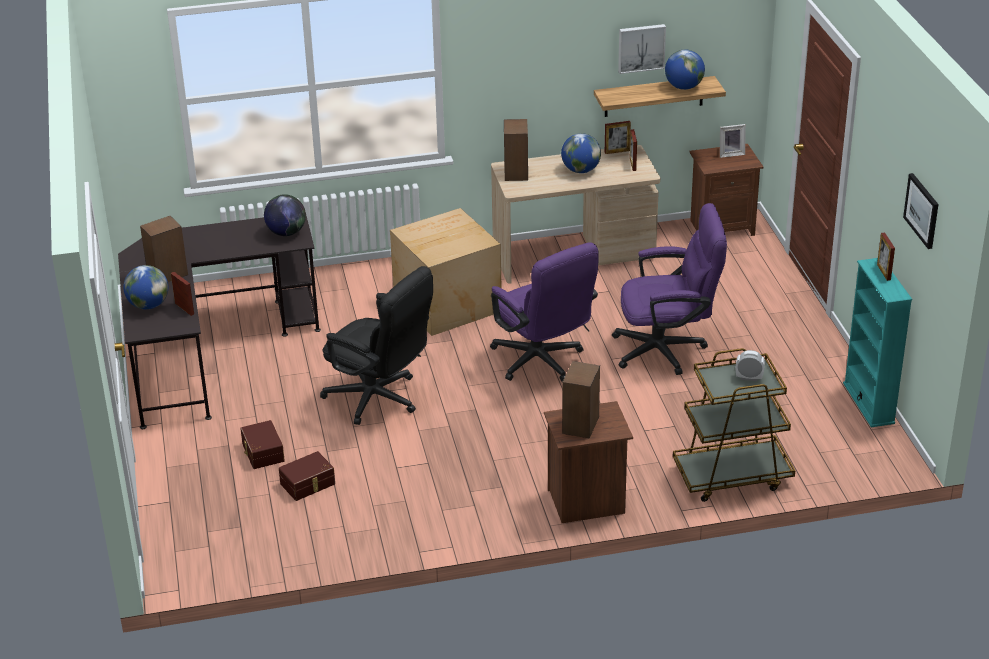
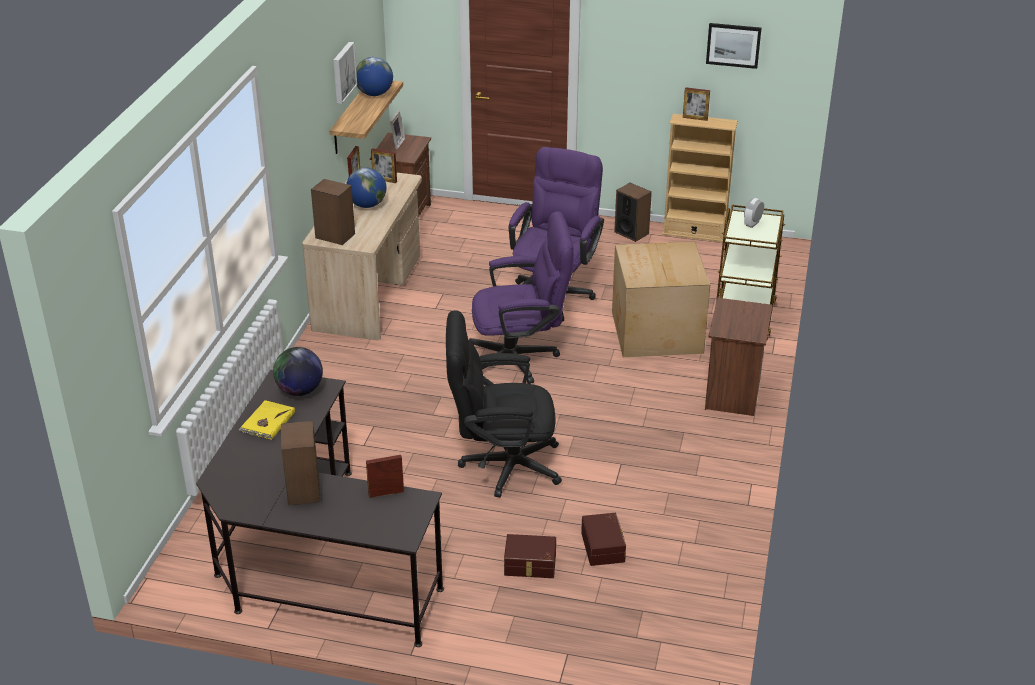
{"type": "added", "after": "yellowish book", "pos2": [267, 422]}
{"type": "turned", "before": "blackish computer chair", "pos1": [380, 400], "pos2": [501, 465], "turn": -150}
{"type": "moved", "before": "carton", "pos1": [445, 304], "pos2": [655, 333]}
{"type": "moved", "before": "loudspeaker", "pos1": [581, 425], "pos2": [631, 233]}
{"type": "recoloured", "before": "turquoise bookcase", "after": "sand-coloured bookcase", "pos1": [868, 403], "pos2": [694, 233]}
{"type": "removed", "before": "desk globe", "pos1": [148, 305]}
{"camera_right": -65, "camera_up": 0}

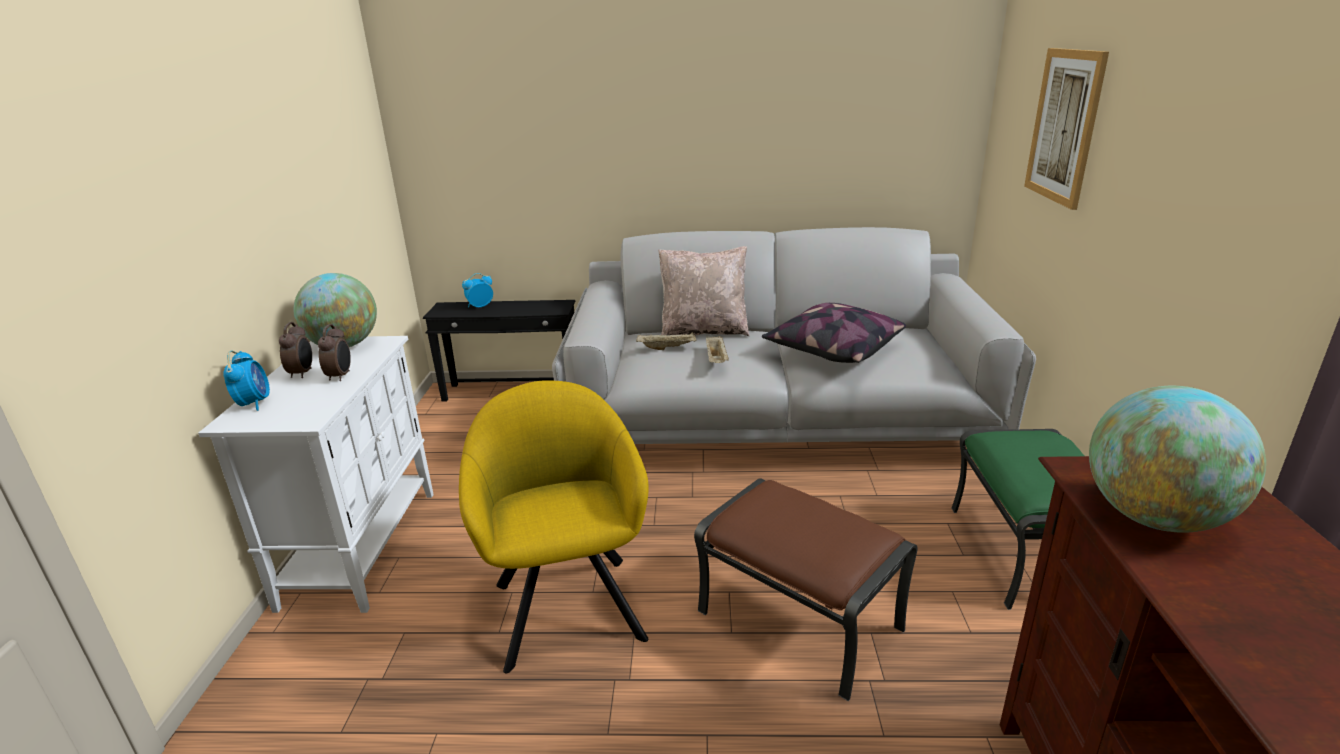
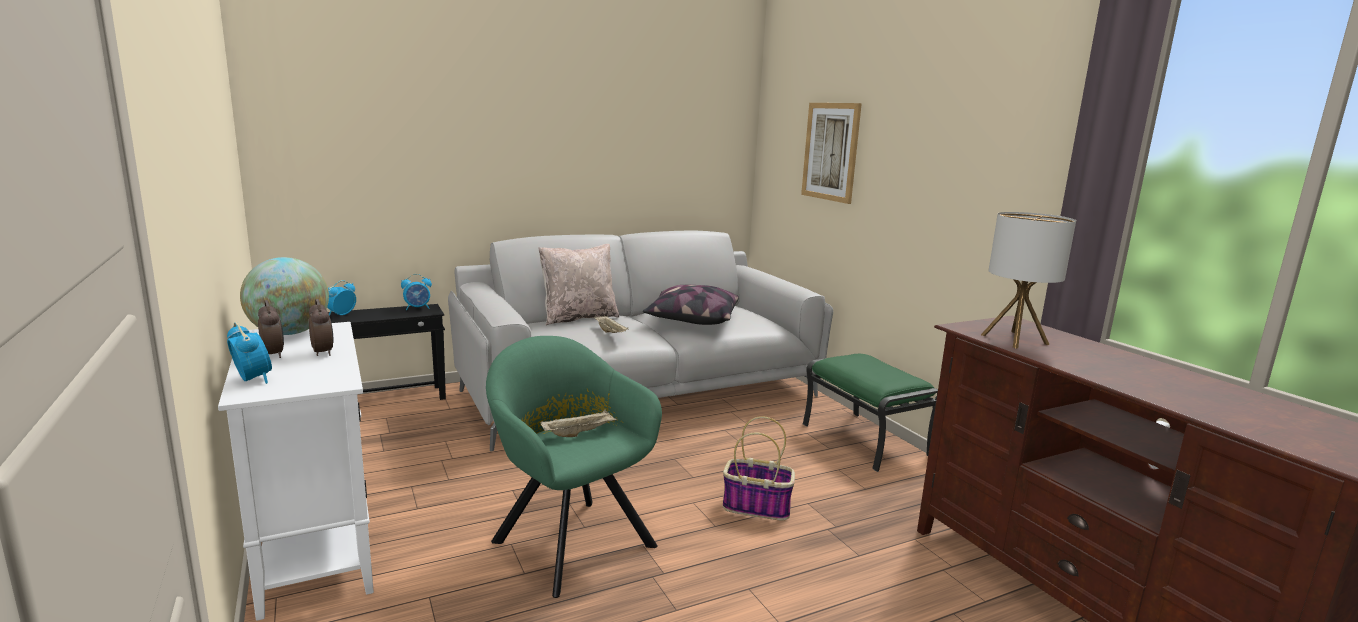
{"type": "added", "after": "alarm clock", "pos2": [417, 308]}
{"type": "recoloured", "before": "yellowish armchair", "after": "green armchair", "pos1": [567, 603], "pos2": [569, 539]}
{"type": "moved", "before": "sand-coloured serving tray", "pos1": [667, 348], "pos2": [579, 433]}
{"type": "replaced", "before": "brown pouffe", "after": "basket", "pos1": [801, 620], "pos2": [757, 507]}
{"type": "replaced", "before": "desk globe", "after": "table lamp", "pos1": [1154, 517], "pos2": [1014, 339]}
{"camera_right": -30, "camera_up": -10}

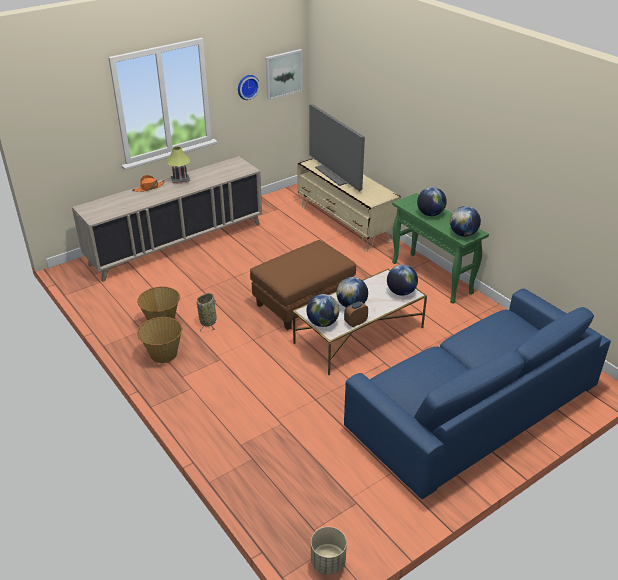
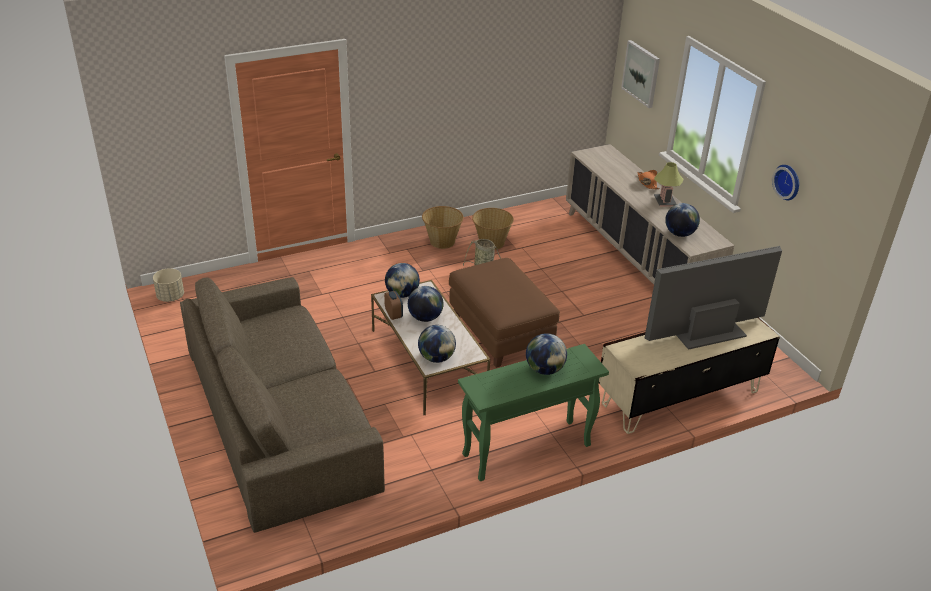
{"type": "recoloured", "before": "blue couch", "after": "brown couch", "pos1": [472, 406], "pos2": [281, 418]}
{"type": "moved", "before": "wall picture", "pos1": [283, 74], "pos2": [641, 73]}
{"type": "moved", "before": "desk globe", "pos1": [463, 234], "pos2": [679, 234]}
{"camera_right": 100, "camera_up": 0}

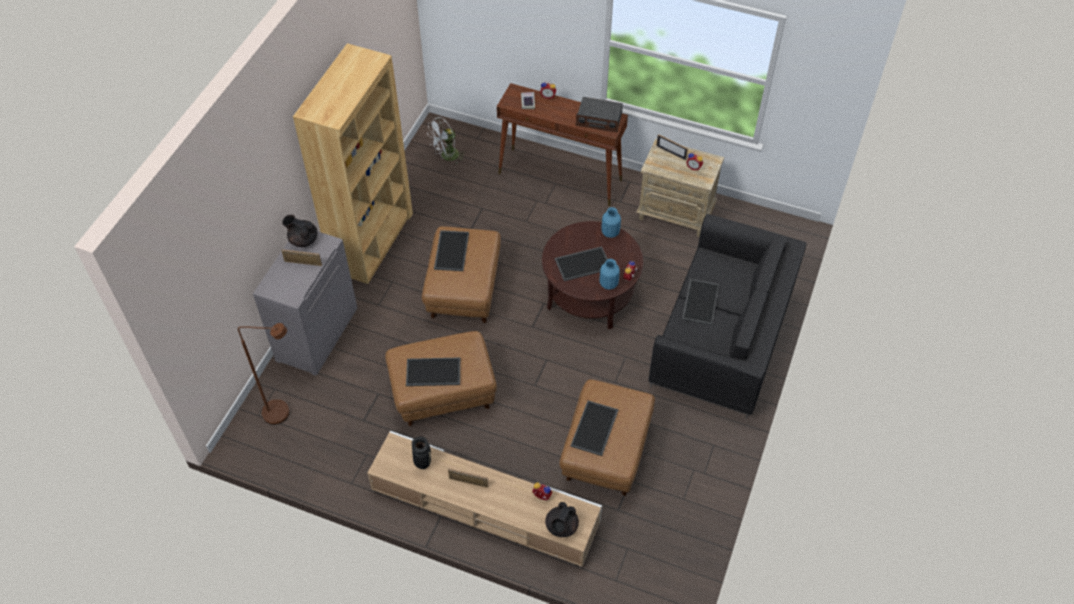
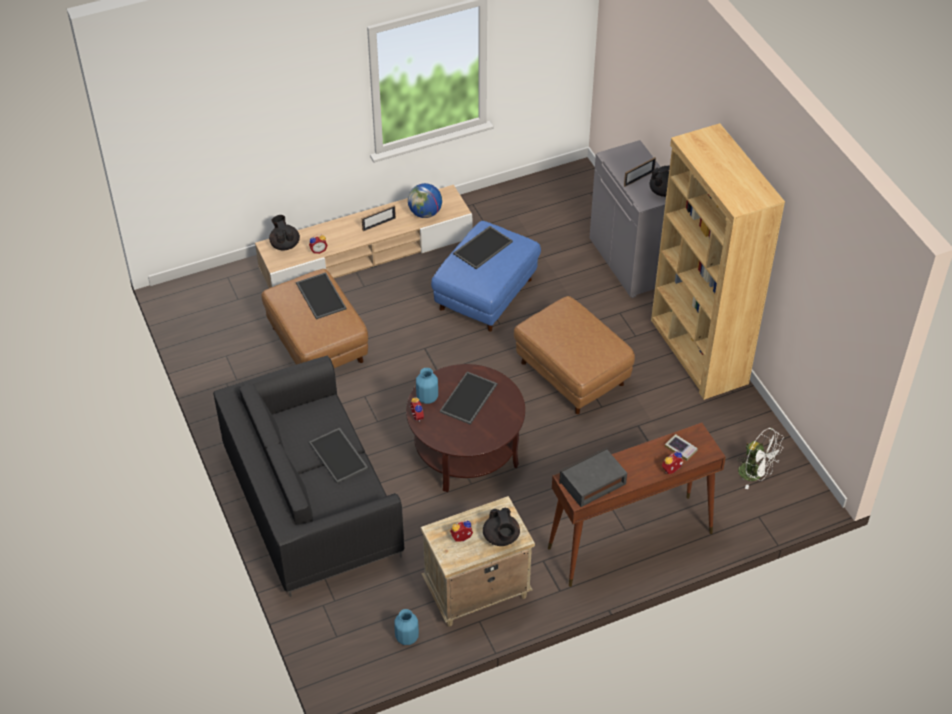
{"type": "moved", "before": "blue decorative vase", "pos1": [610, 233], "pos2": [406, 637]}
{"type": "replaced", "before": "blackish decorative vase", "after": "desk globe", "pos1": [422, 462], "pos2": [425, 213]}
{"type": "recoloured", "before": "brown pouffe", "after": "blue pouffe", "pos1": [443, 392], "pos2": [486, 294]}
{"type": "replaced", "before": "picture frame", "after": "blackish teapot", "pos1": [671, 152], "pos2": [501, 537]}
{"type": "turned", "before": "white fan", "pos1": [447, 157], "pos2": [755, 474], "turn": 120}
{"type": "removed", "before": "brown floor lamp", "pos1": [283, 413]}
{"type": "removed", "before": "serving tray", "pos1": [451, 250]}
{"camera_right": 135, "camera_up": -5}

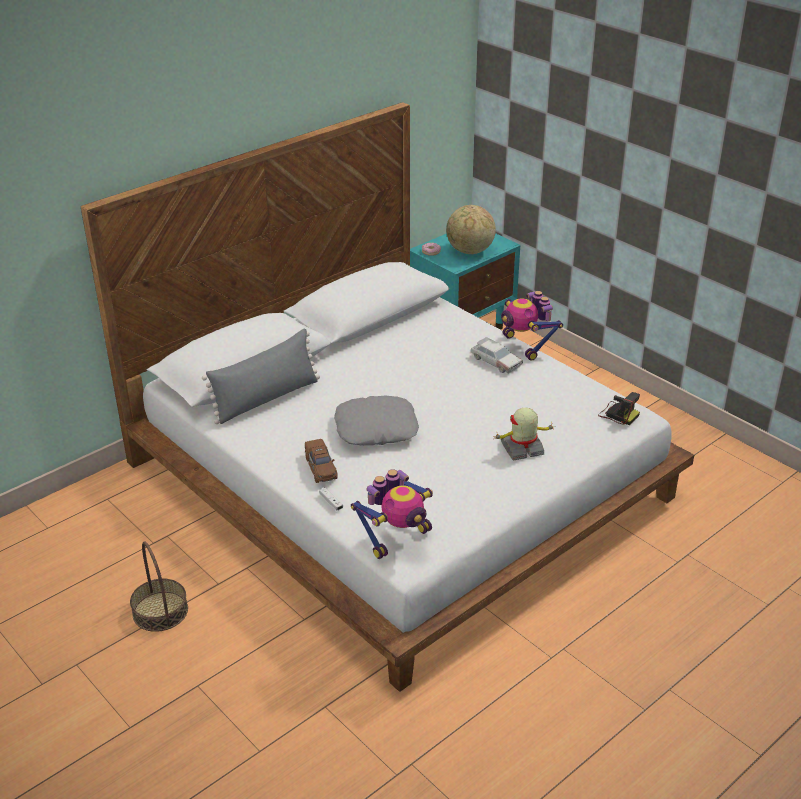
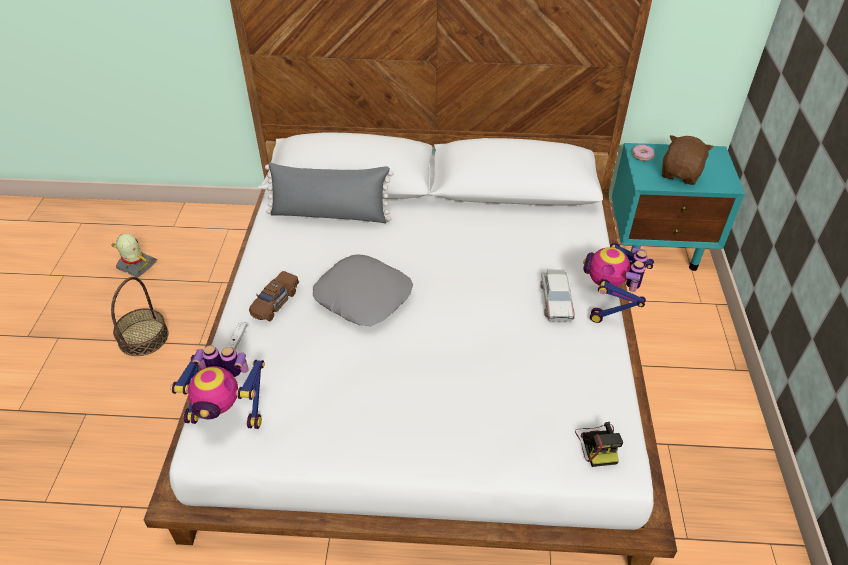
{"type": "moved", "before": "robot figure", "pos1": [522, 449], "pos2": [136, 266]}
{"type": "replaced", "before": "desk globe", "after": "brown cuddly toy", "pos1": [469, 251], "pos2": [681, 174]}
{"camera_right": 45, "camera_up": 10}

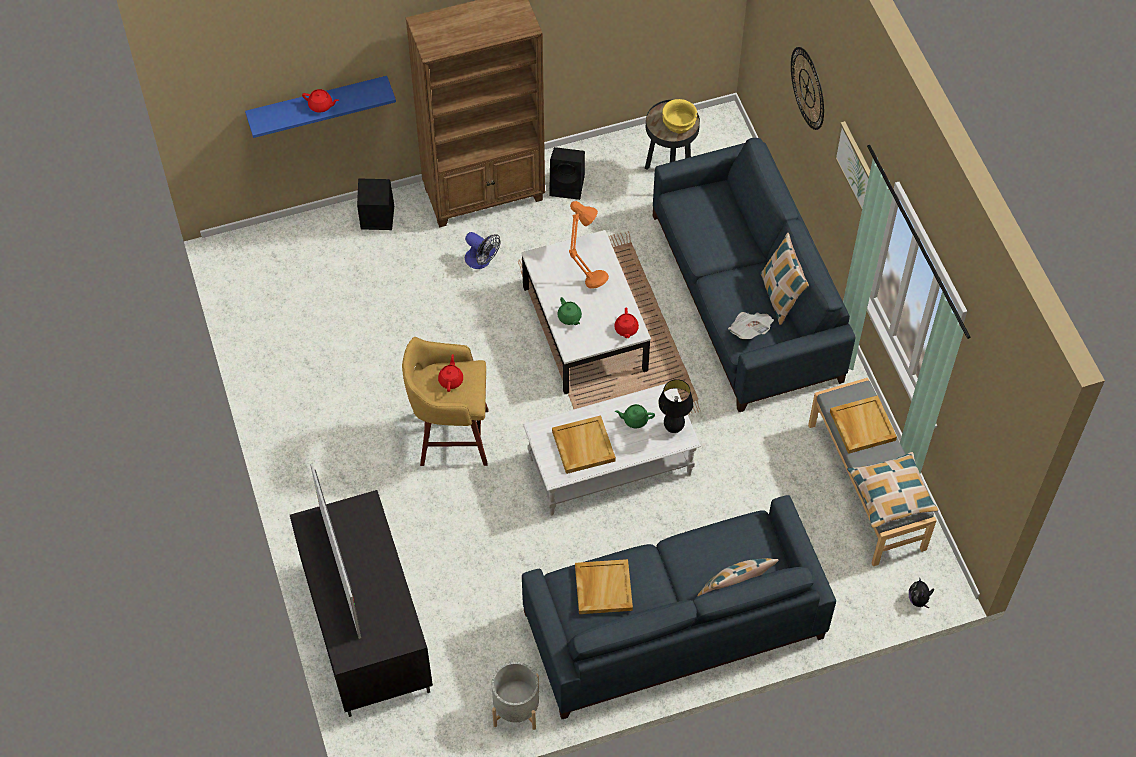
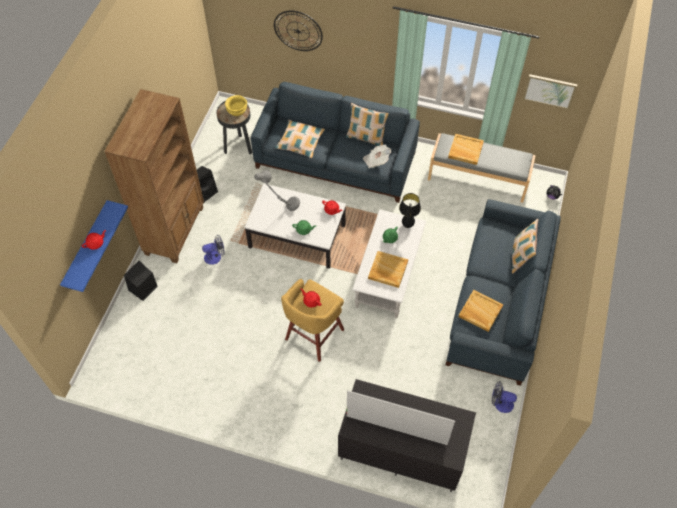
{"type": "recoloured", "before": "orange table lamp", "after": "greyish table lamp", "pos1": [586, 266], "pos2": [279, 204]}
{"type": "moved", "before": "pillow", "pos1": [891, 494], "pos2": [300, 142]}
{"type": "replaced", "before": "greyish planter", "after": "fan", "pos1": [516, 708], "pos2": [500, 403]}
{"type": "moved", "before": "wall picture", "pos1": [856, 167], "pos2": [549, 91]}
{"camera_right": -55, "camera_up": 0}

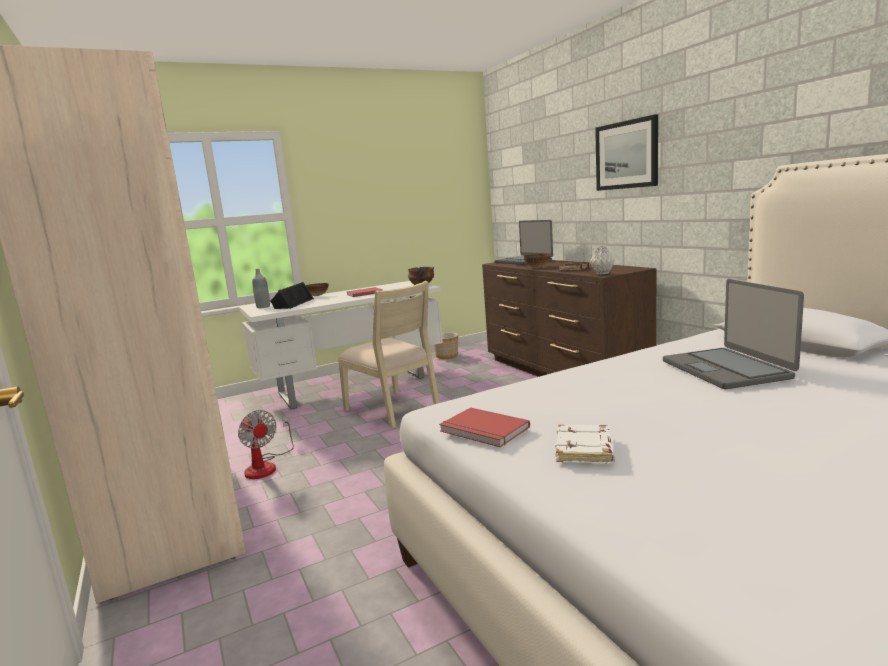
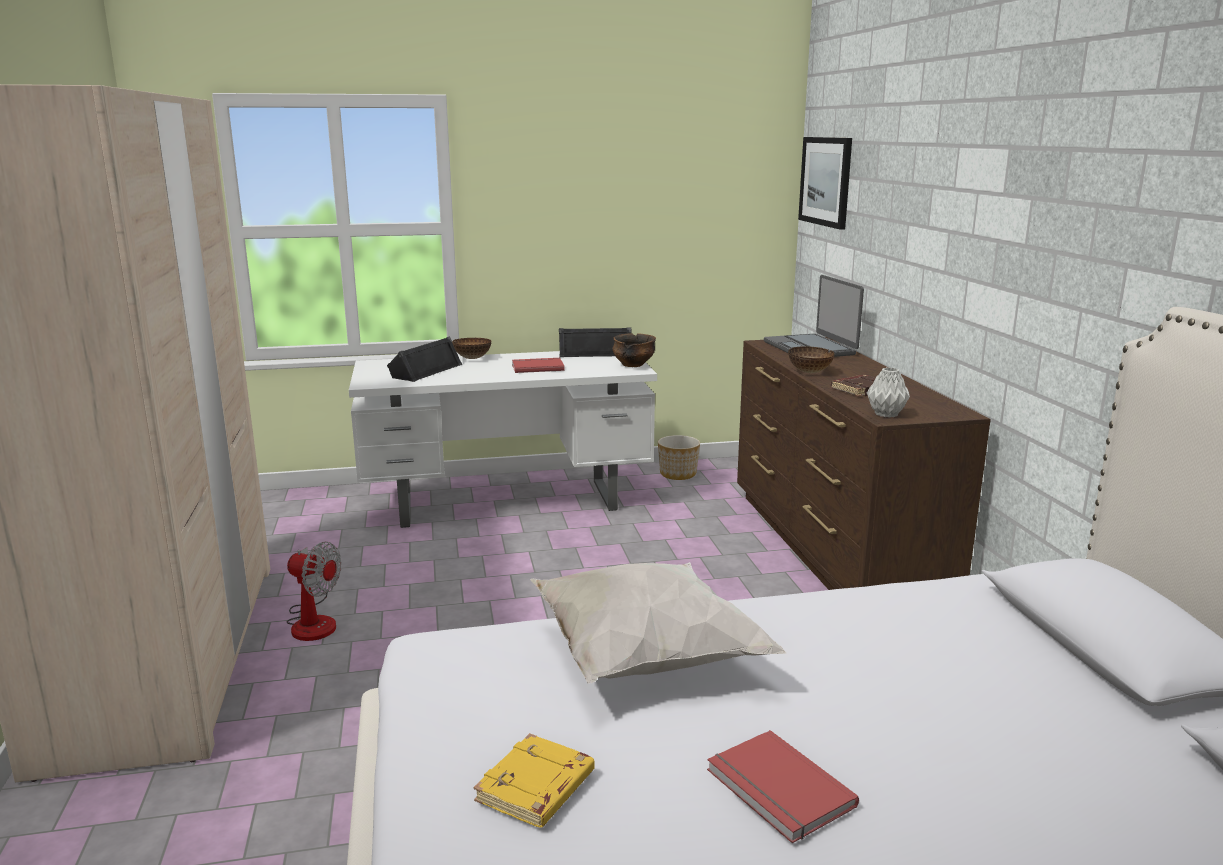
{"type": "turned", "before": "fan", "pos1": [266, 466], "pos2": [313, 621], "turn": -45}
{"type": "recoloured", "before": "white book", "after": "yellowish book", "pos1": [585, 450], "pos2": [536, 789]}
{"type": "added", "after": "white pillow", "pos2": [643, 658]}
{"type": "added", "after": "blackish loudspeaker", "pos2": [595, 353]}
{"type": "moved", "before": "reddish book", "pos1": [483, 430], "pos2": [777, 790]}
{"type": "moved", "before": "wall picture", "pos1": [626, 155], "pos2": [826, 181]}
{"type": "removed", "before": "greyish bottle", "pos1": [263, 307]}
{"type": "removed", "before": "sand-coloured plain chair", "pos1": [393, 409]}
{"type": "removed", "before": "laptop", "pos1": [726, 369]}
{"camera_right": 15, "camera_up": 5}

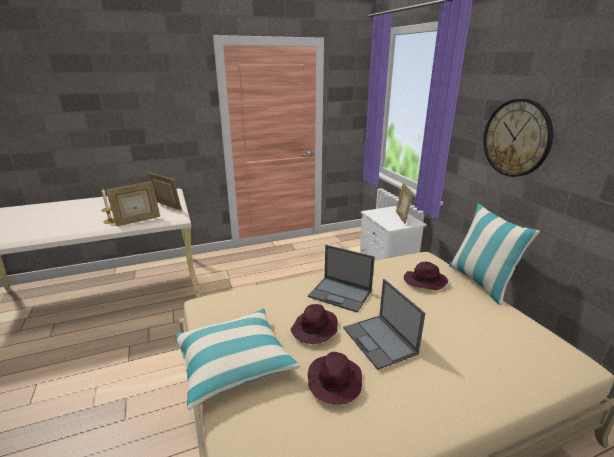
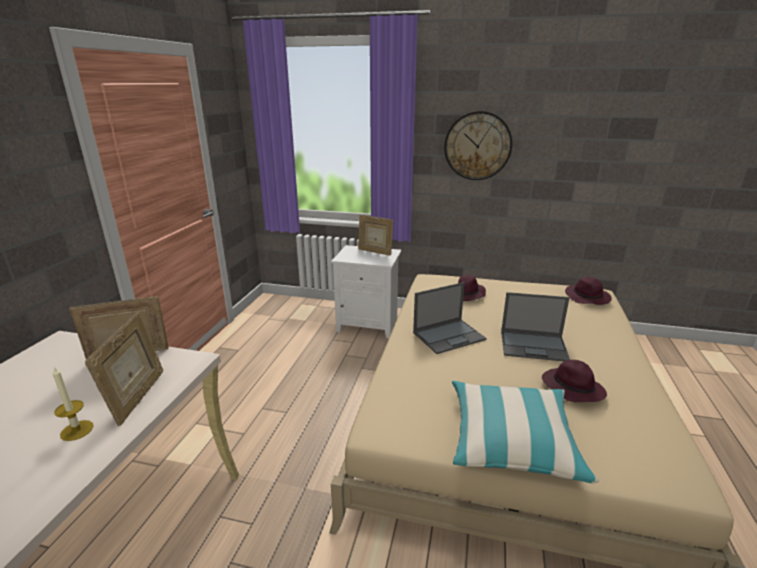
{"type": "moved", "before": "purple clothing hat", "pos1": [315, 329], "pos2": [587, 298]}
{"type": "removed", "before": "pillow", "pos1": [480, 282]}
{"camera_right": -55, "camera_up": 0}

